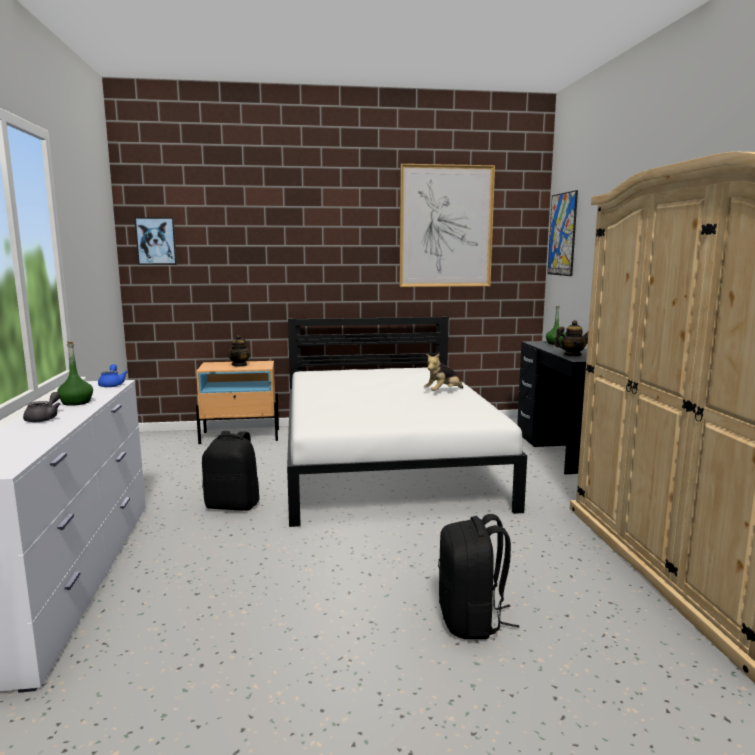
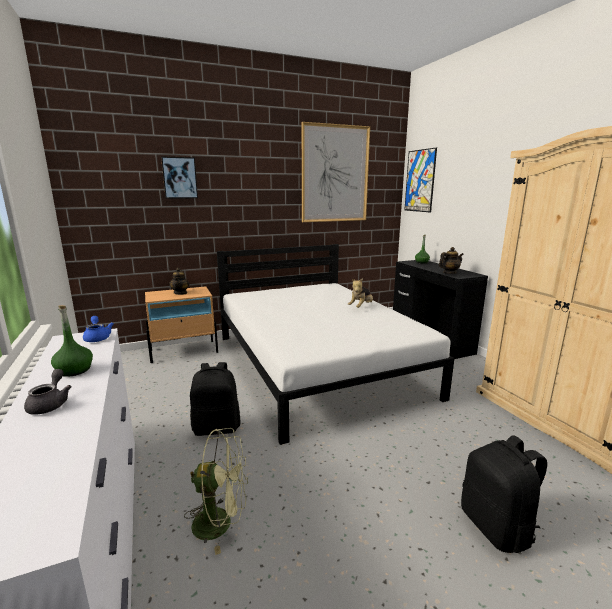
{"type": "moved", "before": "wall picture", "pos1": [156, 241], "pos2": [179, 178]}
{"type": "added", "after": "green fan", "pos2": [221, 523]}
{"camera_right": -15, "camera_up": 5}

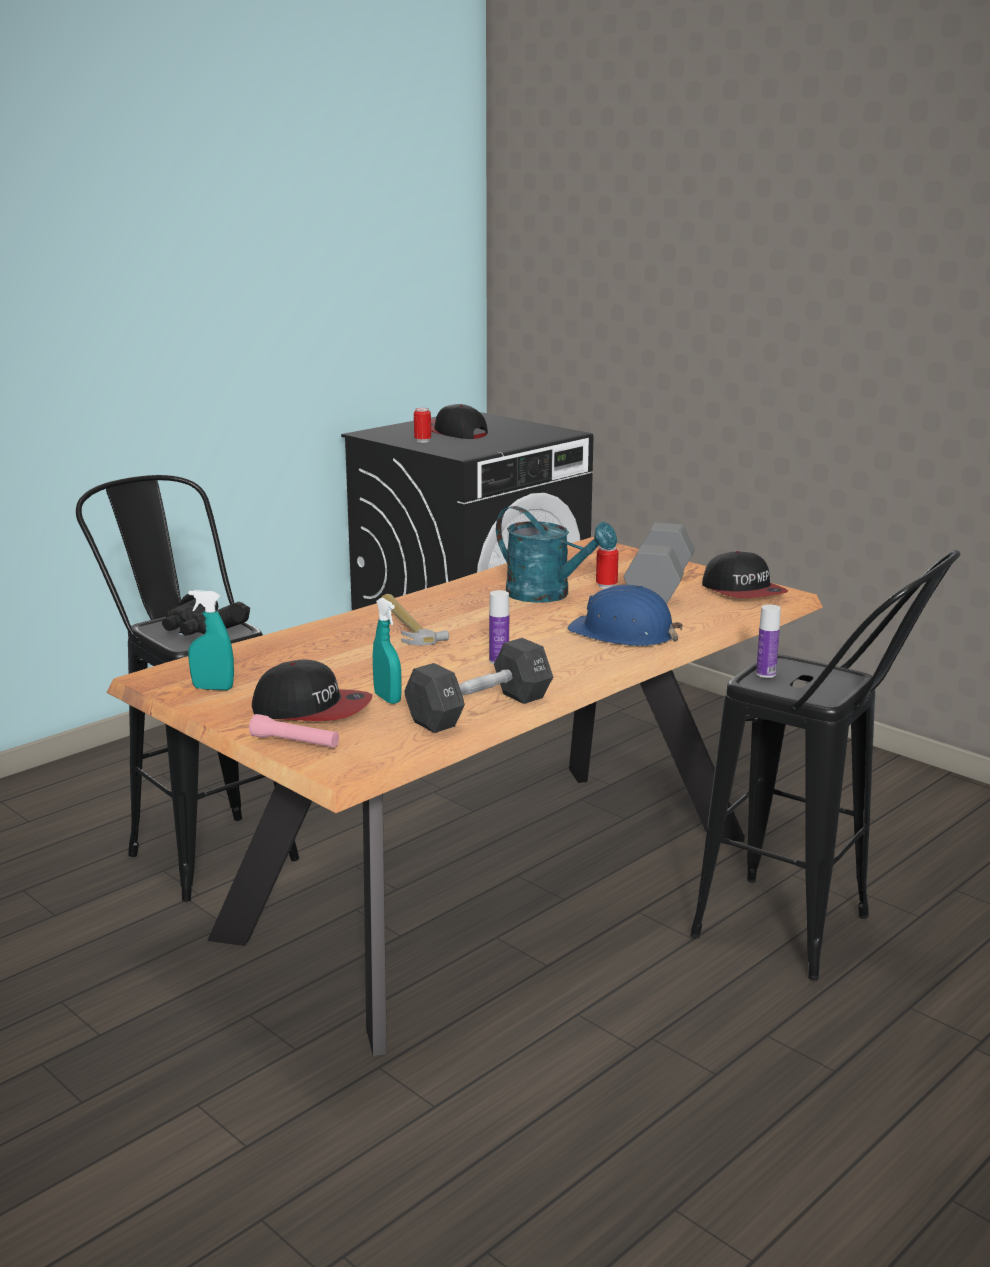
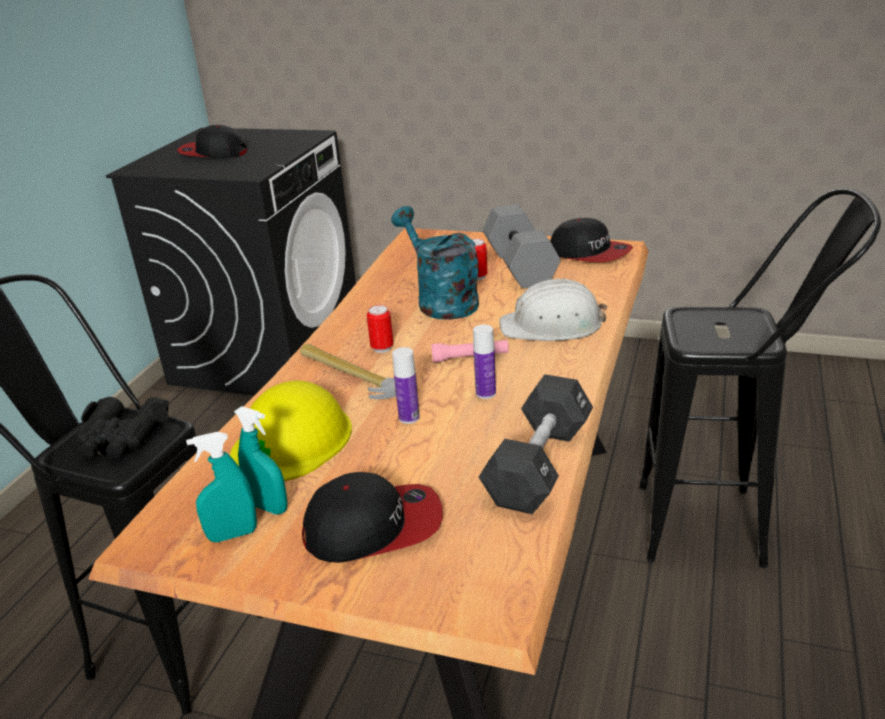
{"type": "added", "after": "yellowish work helmet", "pos2": [292, 440]}
{"type": "moved", "before": "turquoise spray bottle", "pos1": [387, 698], "pos2": [268, 507]}
{"type": "moved", "before": "sealed can", "pos1": [422, 441], "pos2": [382, 348]}
{"type": "turned", "before": "turquoise sprinkling can", "pos1": [548, 595], "pos2": [441, 301], "turn": -135}
{"type": "moved", "before": "bottle", "pos1": [766, 674], "pos2": [409, 417]}
{"type": "moved", "before": "pink hand torch", "pos1": [295, 742], "pos2": [470, 357]}
{"type": "recoloured", "before": "blue work helmet", "after": "white work helmet", "pos1": [623, 633], "pos2": [552, 325]}
{"camera_right": -25, "camera_up": 10}

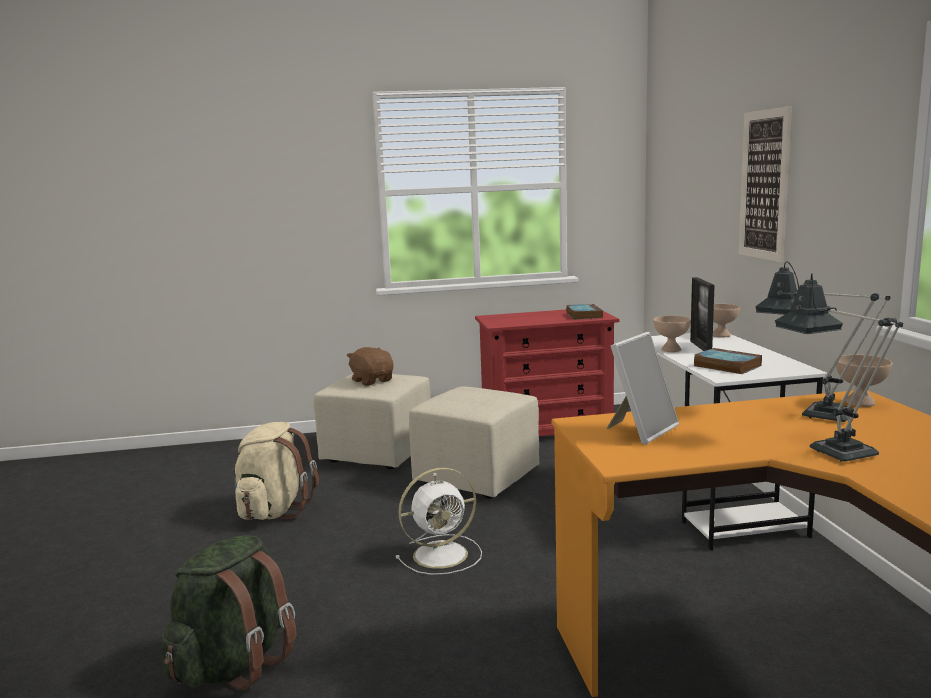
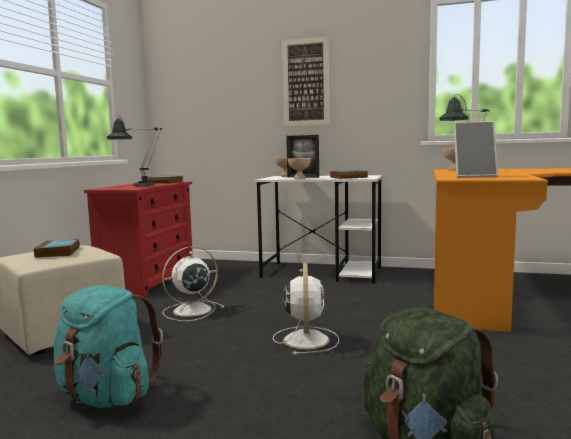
{"type": "replaced", "before": "brown cuddly toy", "after": "book", "pos1": [372, 381], "pos2": [58, 252]}
{"type": "recoloured", "before": "sand-coloured rucksack", "after": "turquoise rucksack", "pos1": [274, 511], "pos2": [106, 397]}
{"type": "moved", "before": "table lamp", "pos1": [832, 448], "pos2": [139, 186]}
{"type": "replaced", "before": "sand-coloured pouffe", "after": "white fan", "pos1": [475, 478], "pos2": [190, 311]}
{"type": "turned", "before": "picture frame", "pos1": [641, 430], "pos2": [474, 176], "turn": 120}
{"camera_right": -65, "camera_up": -5}

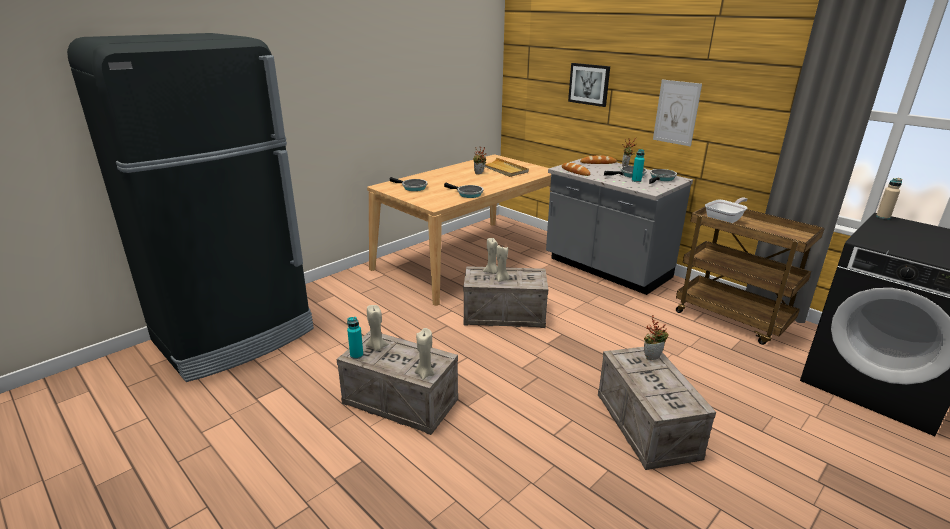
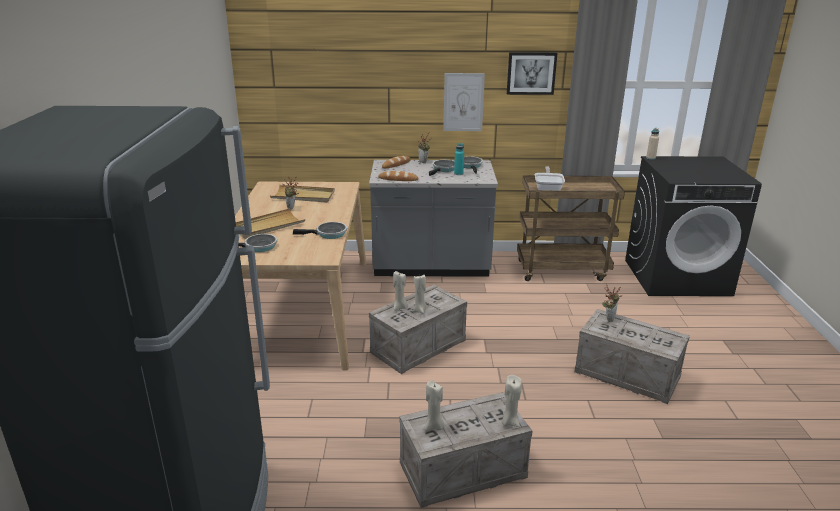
{"type": "added", "after": "sand-coloured serving tray", "pos2": [268, 226]}
{"type": "moved", "before": "wall picture", "pos1": [589, 84], "pos2": [531, 73]}
{"type": "removed", "before": "turquoise bottle", "pos1": [356, 355]}
{"camera_right": -45, "camera_up": 0}

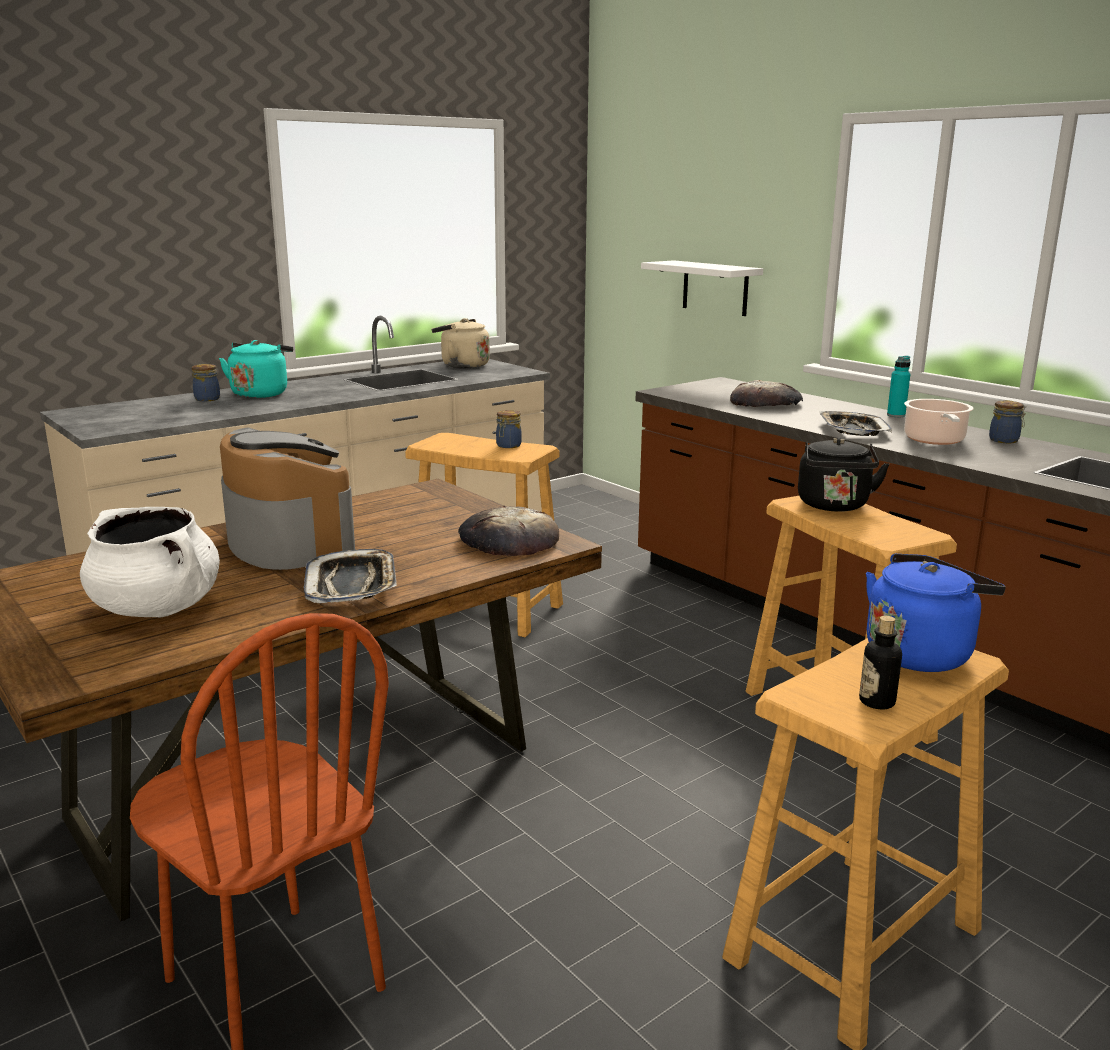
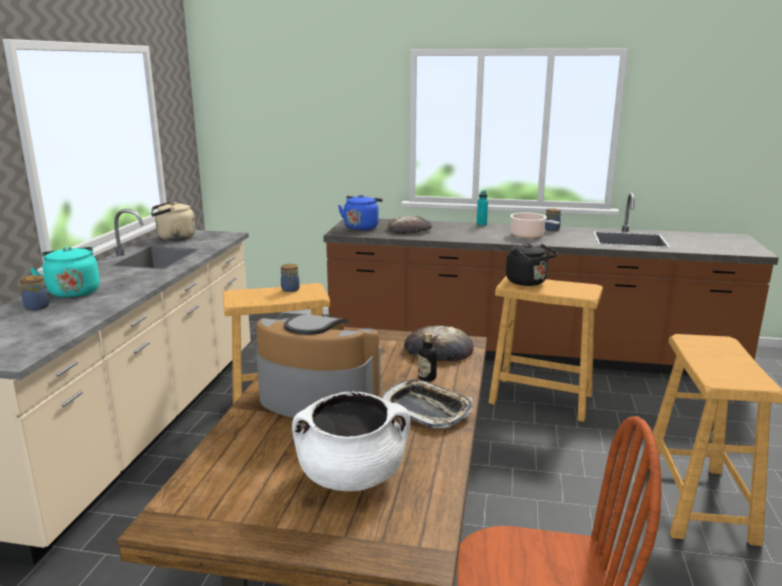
{"type": "moved", "before": "blue tea kettle", "pos1": [921, 653], "pos2": [361, 227]}
{"type": "moved", "before": "bottle", "pos1": [877, 702], "pos2": [427, 377]}
{"type": "removed", "before": "white wall shelf", "pos1": [715, 288]}
{"type": "removed", "before": "serving tray", "pos1": [852, 430]}
{"camera_right": -40, "camera_up": 0}

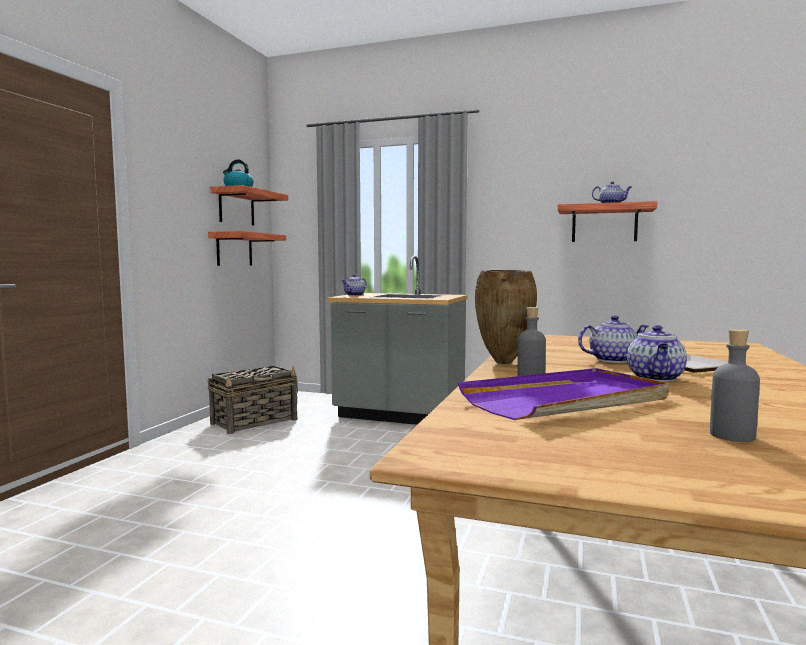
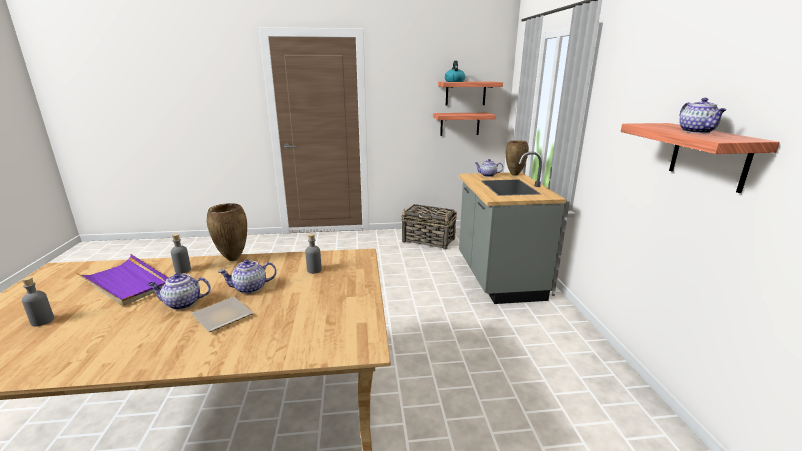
{"type": "turned", "before": "teapot", "pos1": [612, 360], "pos2": [251, 288], "turn": 105}
{"type": "added", "after": "greyish bottle", "pos2": [314, 270]}
{"type": "added", "after": "brown decorative vase", "pos2": [514, 174]}
{"camera_right": 65, "camera_up": 15}

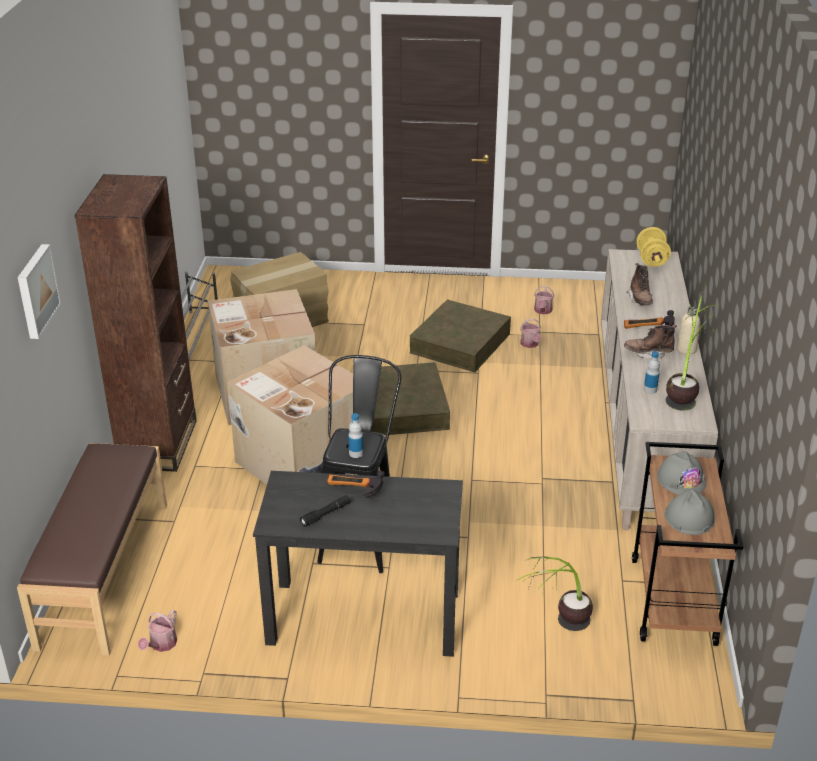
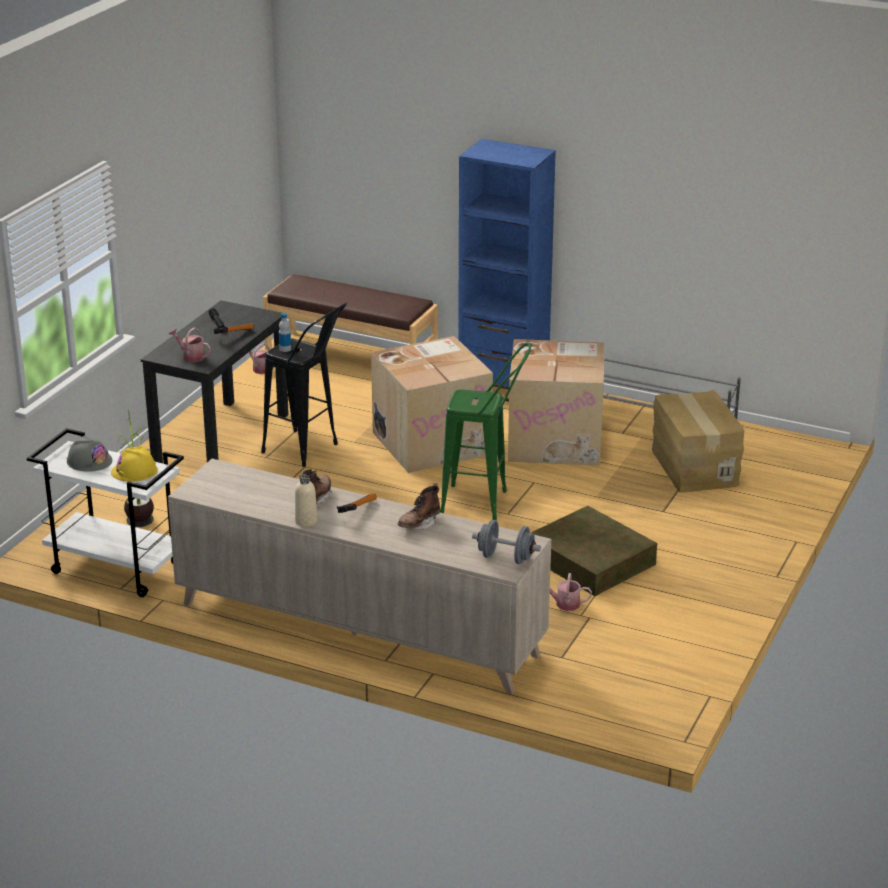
{"type": "recoloured", "before": "brown wheeled cart", "after": "white wheeled cart", "pos1": [674, 602], "pos2": [114, 569]}
{"type": "recoloured", "before": "greyish work helmet", "after": "yellowish work helmet", "pos1": [681, 479], "pos2": [134, 471]}
{"type": "moved", "before": "sprinkling can", "pos1": [542, 311], "pos2": [191, 356]}
{"type": "turned", "before": "brown tall boot", "pos1": [640, 300], "pos2": [419, 524], "turn": -60}
{"type": "replaced", "before": "brown storage container", "after": "green stool", "pos1": [404, 407], "pos2": [485, 504]}
{"type": "recoloured", "before": "brown bookcase", "after": "blue bookcase", "pos1": [158, 444], "pos2": [503, 387]}
{"type": "recoloured", "before": "yellowish hand weight", "after": "greyish hand weight", "pos1": [651, 260], "pos2": [506, 558]}
{"type": "removed", "before": "wall picture", "pos1": [35, 290]}
{"type": "removed", "before": "bottle", "pos1": [650, 389]}
{"type": "removed", "before": "plant in a pot", "pos1": [685, 391]}
{"camera_right": 110, "camera_up": -5}

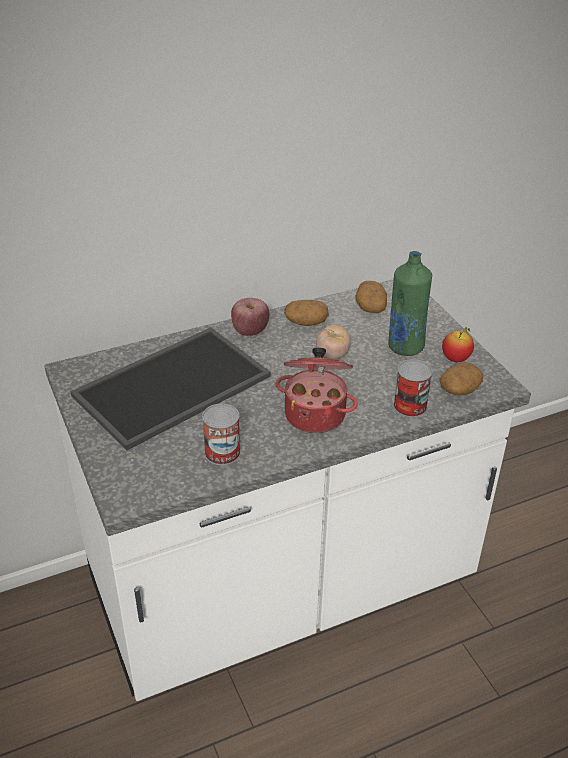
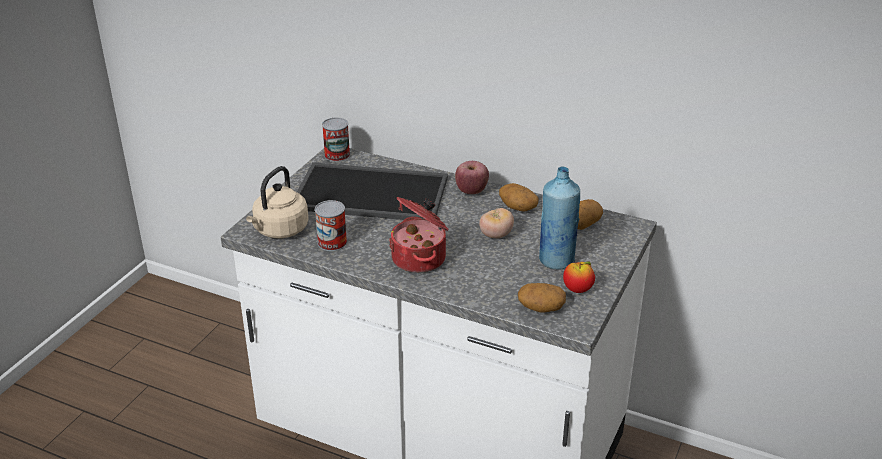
{"type": "added", "after": "sand-coloured tea kettle", "pos2": [279, 230]}
{"type": "moved", "before": "sealed can", "pos1": [410, 406], "pos2": [337, 155]}
{"type": "recoloured", "before": "green bottle", "after": "blue bottle", "pos1": [405, 346], "pos2": [556, 260]}
{"camera_right": 50, "camera_up": -5}

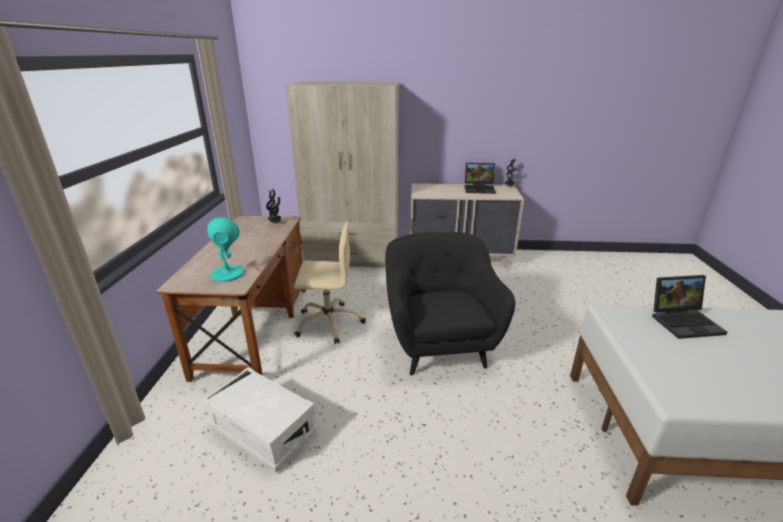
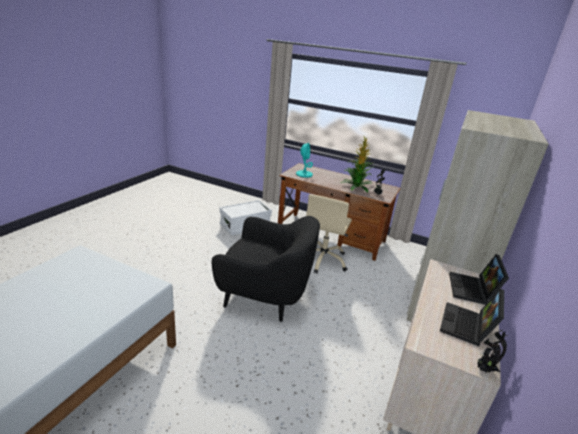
{"type": "added", "after": "plant in a pot", "pos2": [356, 186]}
{"type": "moved", "before": "laptop", "pos1": [684, 321], "pos2": [473, 290]}
{"camera_right": 110, "camera_up": 0}

